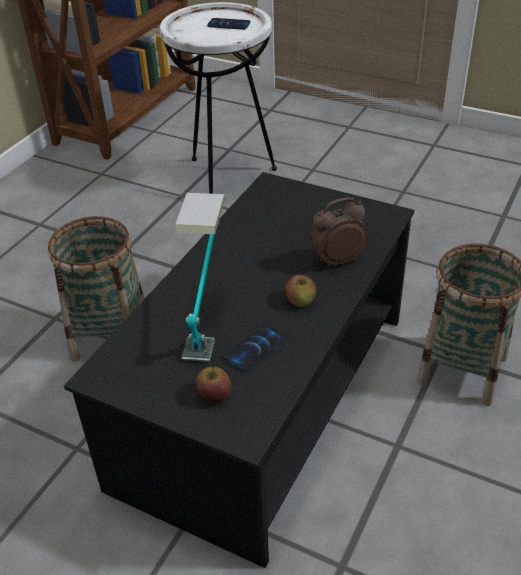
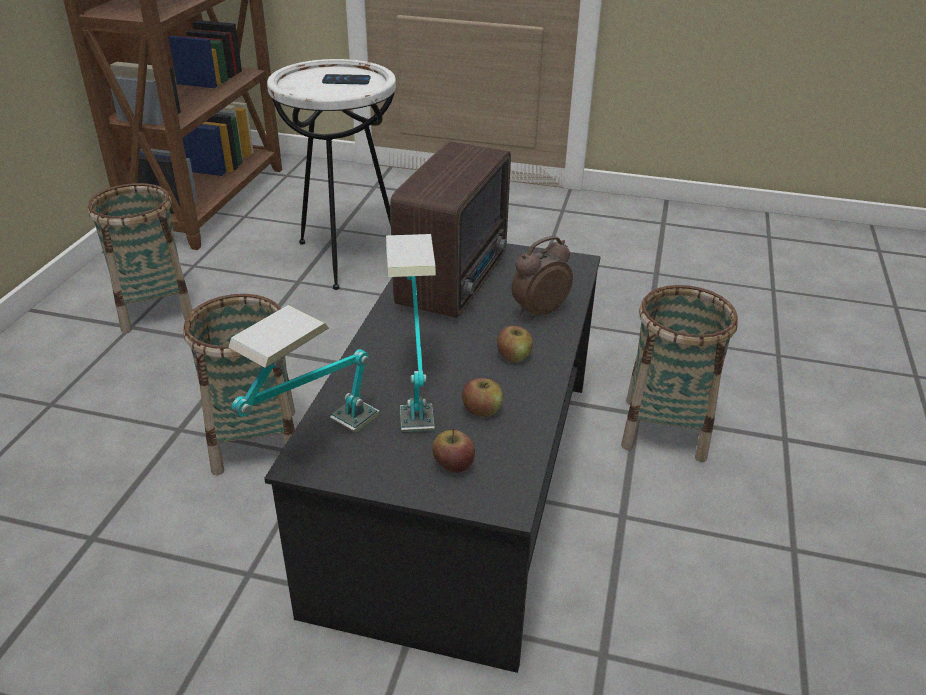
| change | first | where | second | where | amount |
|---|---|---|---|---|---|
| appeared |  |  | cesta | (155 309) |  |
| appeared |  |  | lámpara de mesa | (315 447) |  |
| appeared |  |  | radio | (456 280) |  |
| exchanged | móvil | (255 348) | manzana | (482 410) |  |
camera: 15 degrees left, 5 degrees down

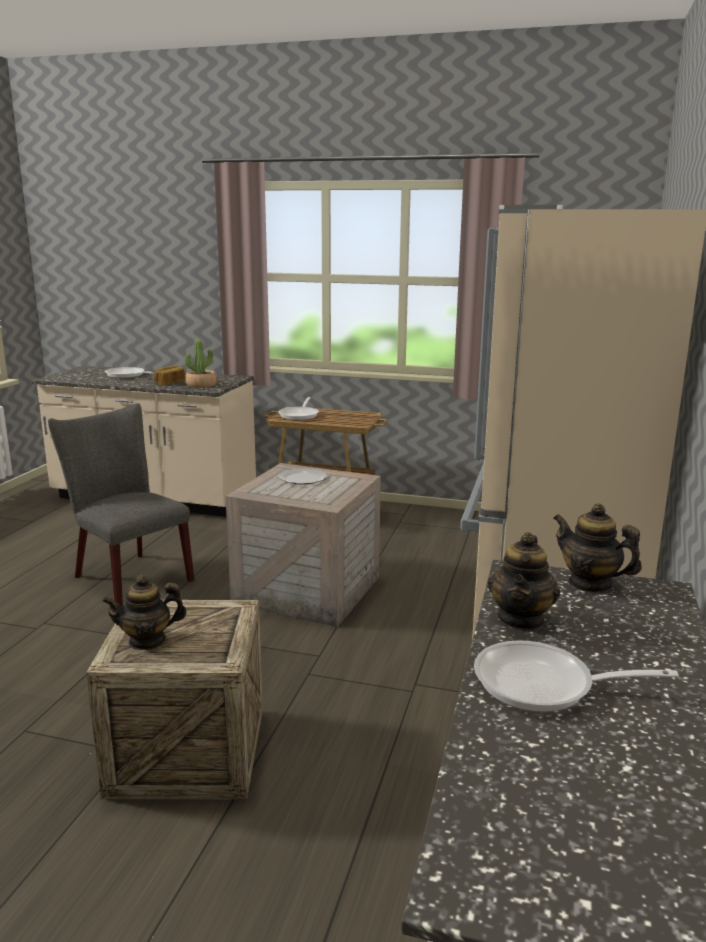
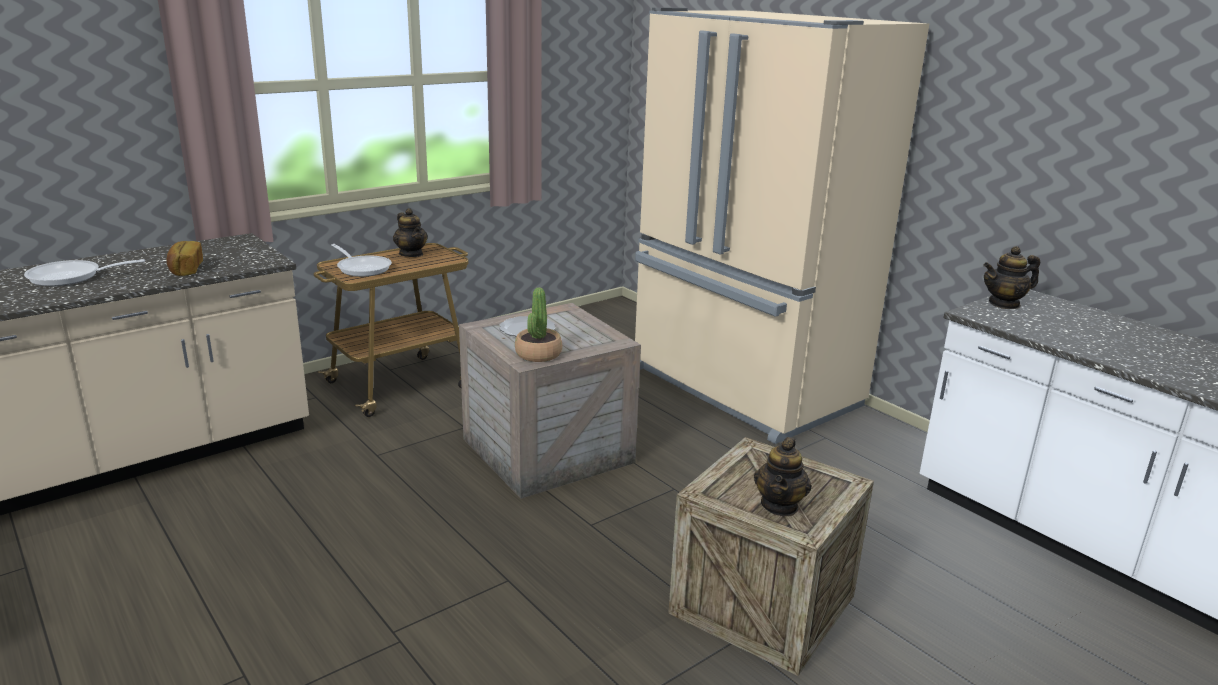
| change | first | where | second | where | amount |
|---|---|---|---|---|---|
| relocated | tetera | (521 619) |  | (411 254) |  |
| relocated | planta en maceta | (201 385) |  | (538 354) |  |
| missing | silla [gris] | (127 577) |  |  |  |
| missing | sartén | (544 685) |  |  |  |
camera: 55 degrees left, 5 degrees up

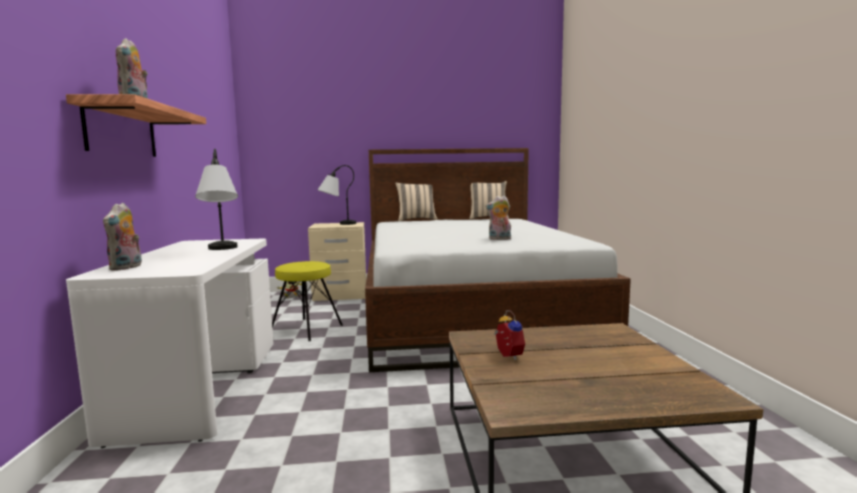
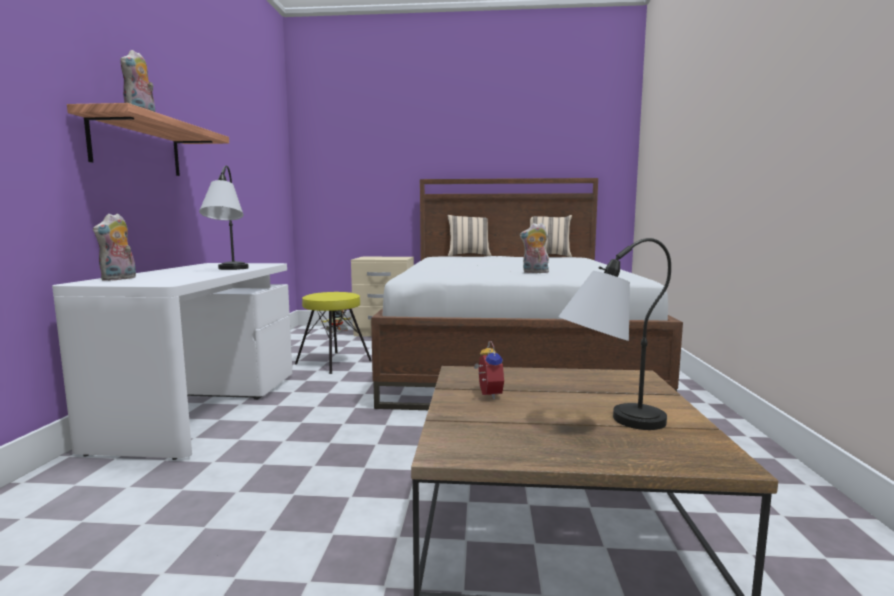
| change | first | where | second | where | amount |
|---|---|---|---|---|---|
| relocated | lámpara de mesa | (337 224) |  | (608 423) |  |
camera: 10 degrees right, 0 degrees up

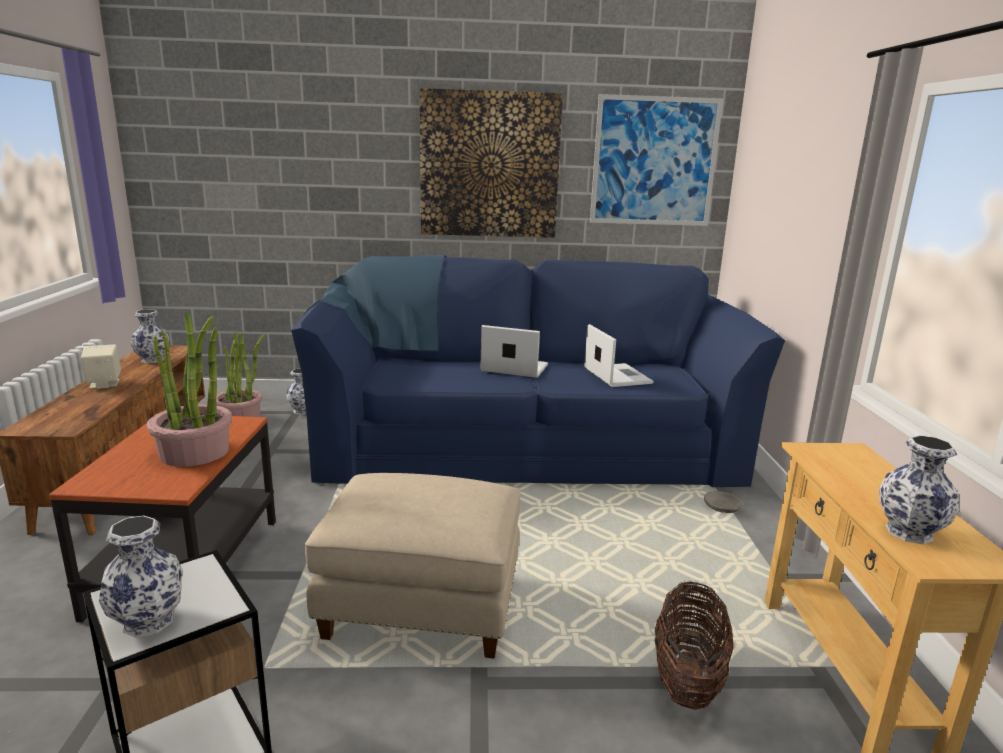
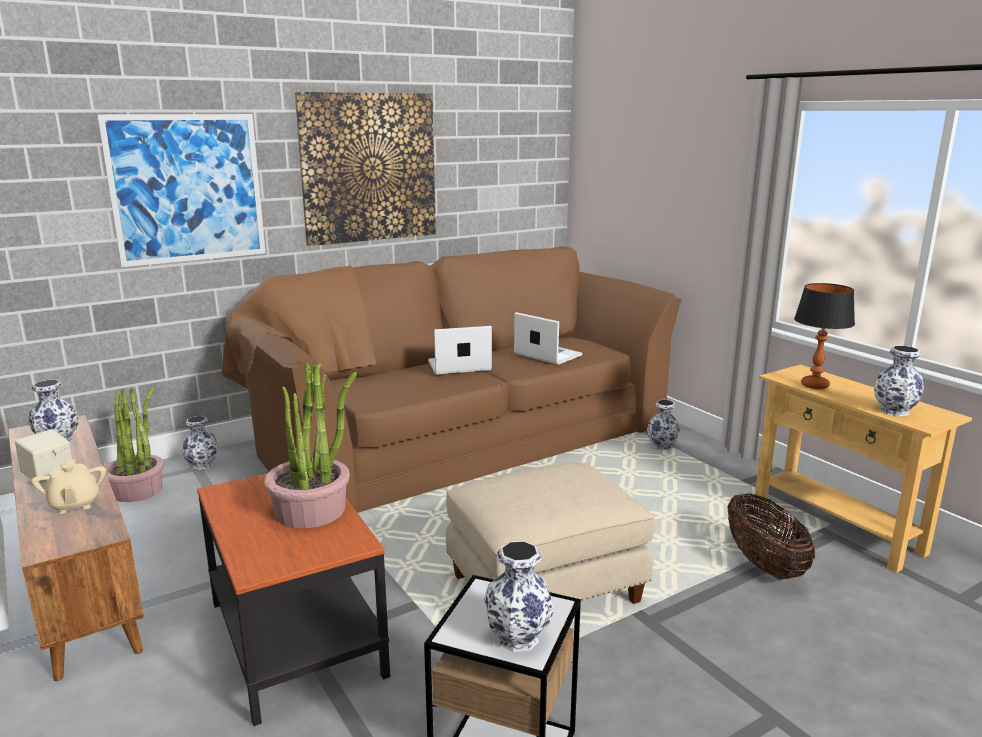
| change | first | where | second | where | amount |
|---|---|---|---|---|---|
| appeared |  |  | tetera [beis] | (74 504) |  |
| relocated | cuadro | (654 162) |  | (187 189) |  |
| colour | sofá [azul] | (524 441) | sofá [marrón] | (459 436) |  |
| exchanged | cuenco [gris] | (722 508) | florero | (662 446) |  |
| appeared |  |  | lámpara de mesa | (815 385) |  |
camera: 30 degrees left, 0 degrees up

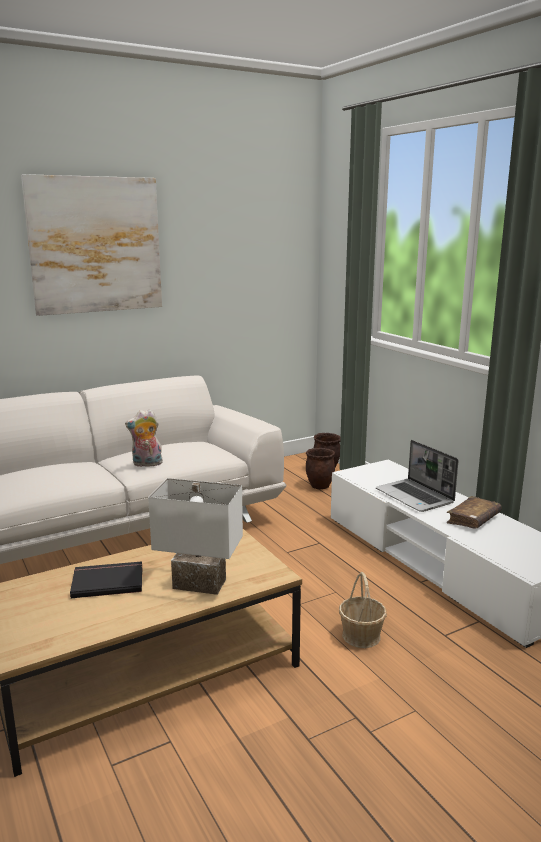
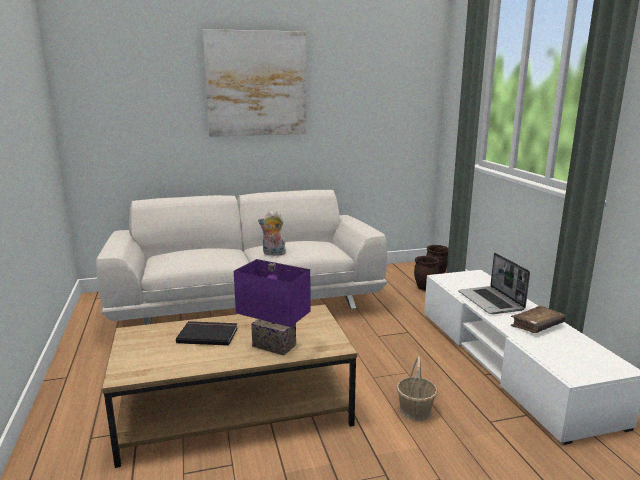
| change | first | where | second | where | amount |
|---|---|---|---|---|---|
| colour | lámpara de mesa [blanco] | (198 585) | lámpara de mesa [morado] | (272 346) |  |
camera: 15 degrees right, 0 degrees up

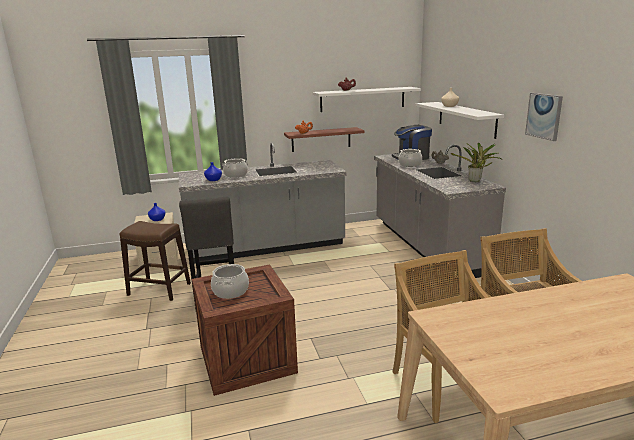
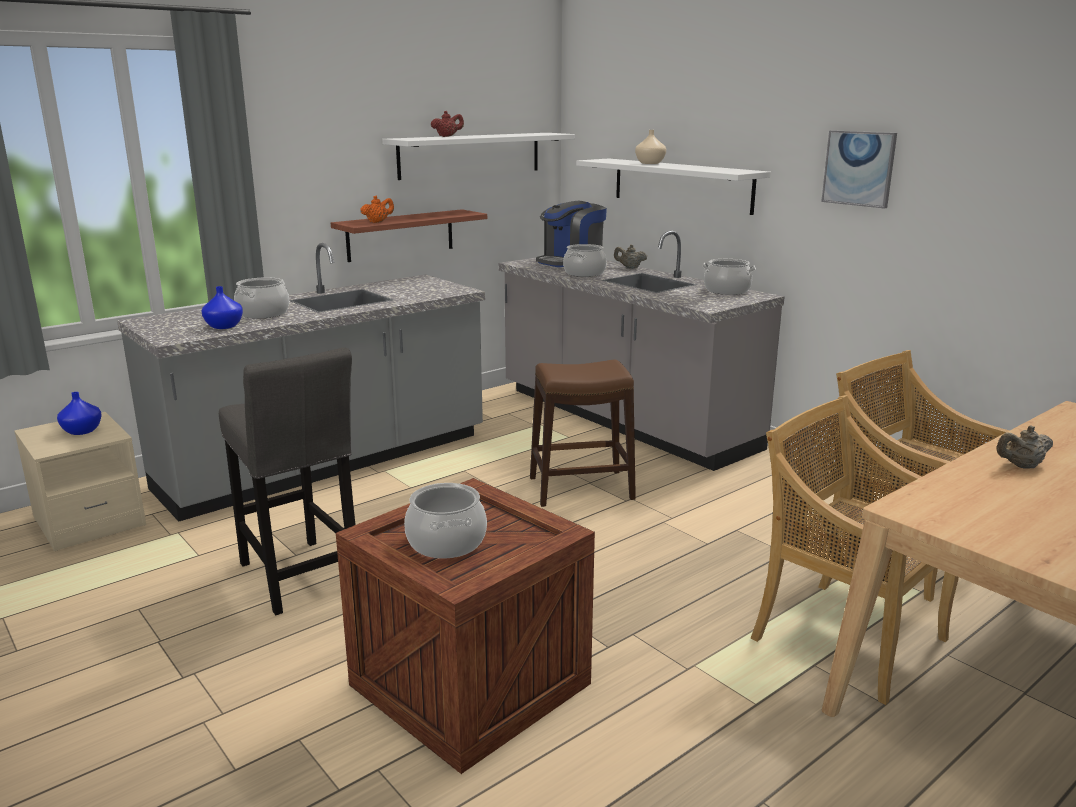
| change | first | where | second | where | amount |
|---|---|---|---|---|---|
| relocated | taburete [marrón] | (159 289) |  | (580 488) |  |
| exchanged | planta en maceta | (475 181) | olla | (727 290) |  |
| appeared |  |  | tetera [beis] | (1021 466) |  |
camera: 25 degrees left, 0 degrees up

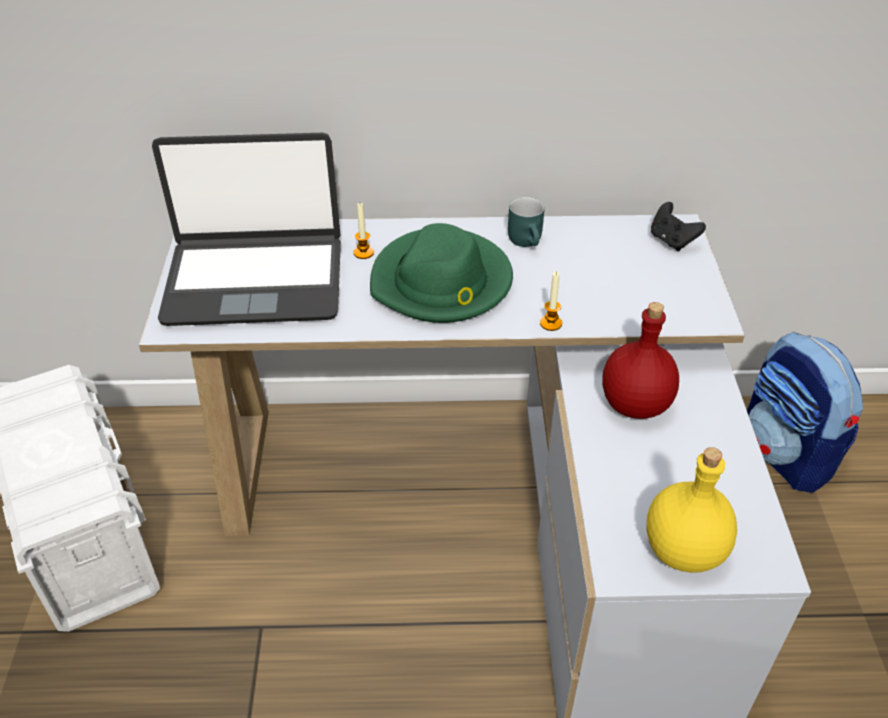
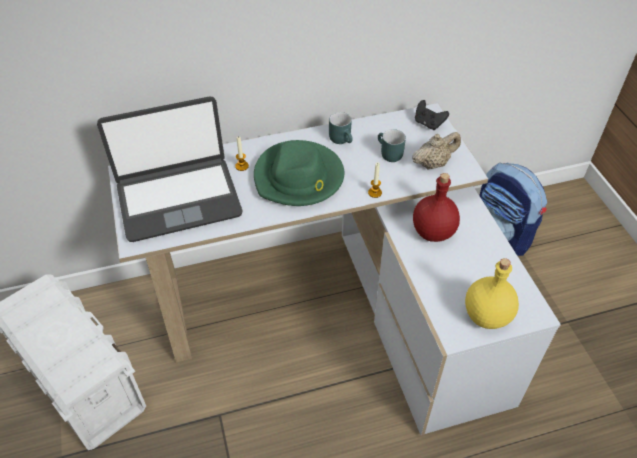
| change | first | where | second | where | amount |
|---|---|---|---|---|---|
| appeared |  |  | taza grande [turquesa] | (388 154) |  |
| appeared |  |  | tetera [beis] | (433 164) |  |
camera: 15 degrees left, 5 degrees up

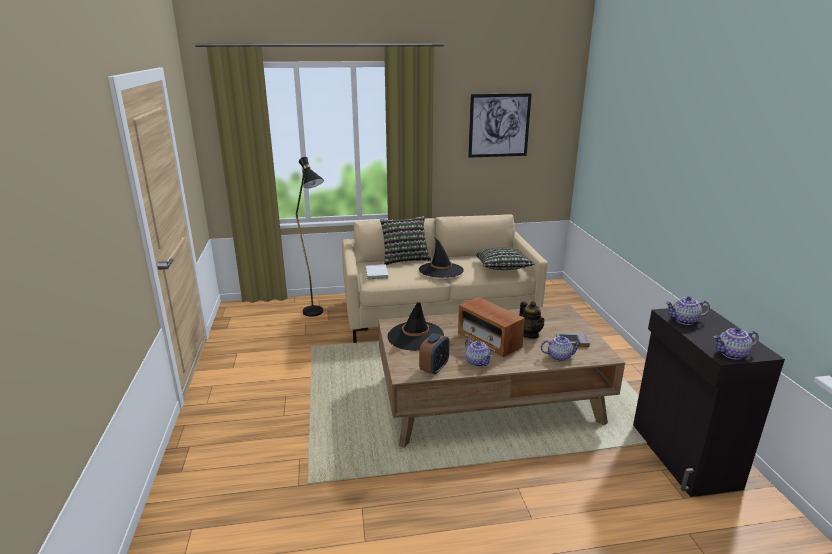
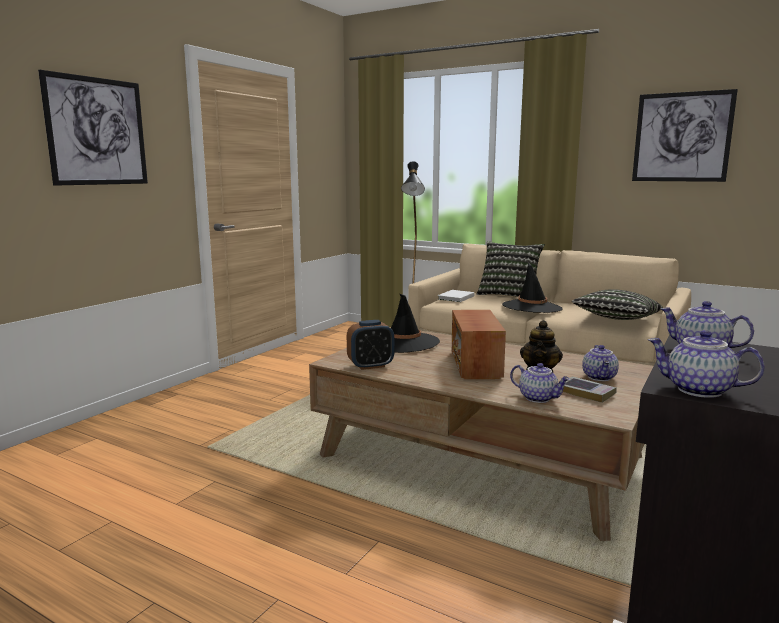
| change | first | where | second | where | amount |
|---|---|---|---|---|---|
| appeared |  |  | cuadro | (97 131) |  |
| relocated | tetera | (478 362) |  | (600 377) |  |
camera: 40 degrees right, 10 degrees down

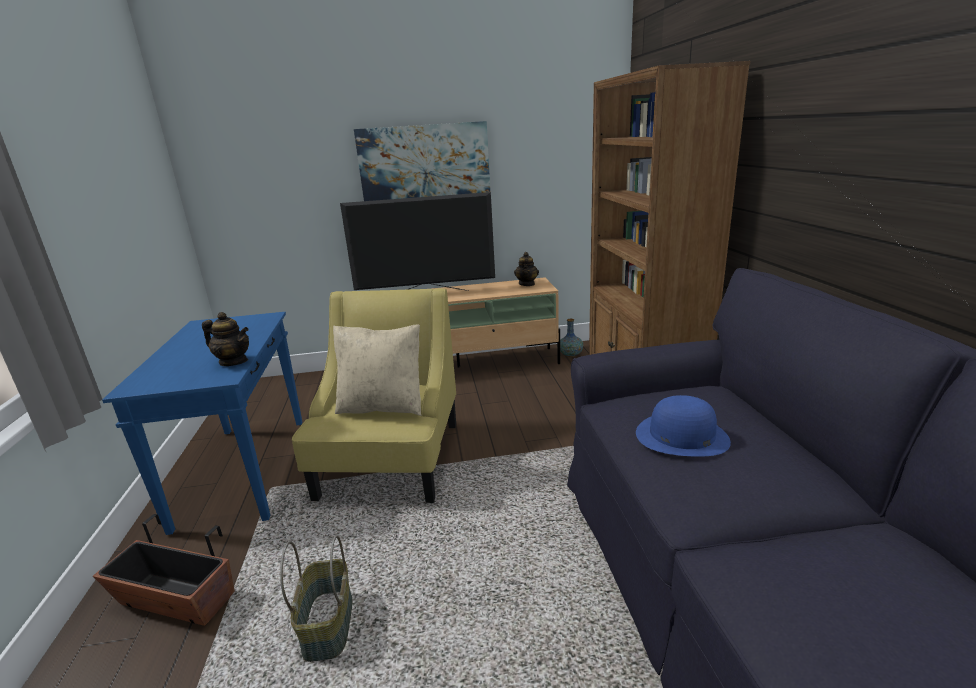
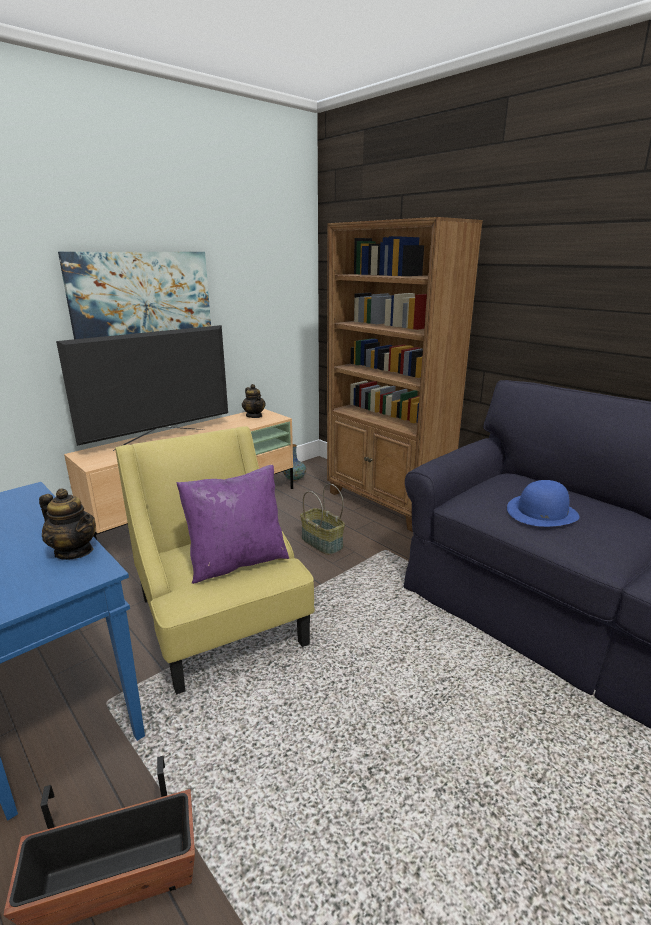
| change | first | where | second | where | amount |
|---|---|---|---|---|---|
| spun | tetera | (234 362) |  | (74 551) | 45 degrees clockwise |
| colour | cojín [beis] | (382 407) | cojín [morado] | (237 561) |  |
| relocated | cesta | (327 625) |  | (321 543) |  |
camera: 35 degrees left, 0 degrees up

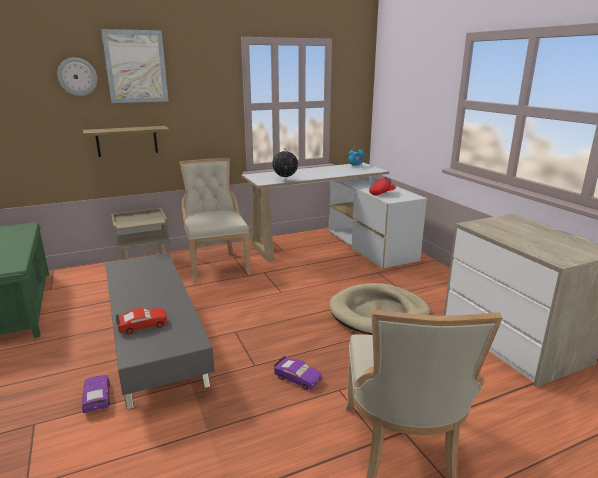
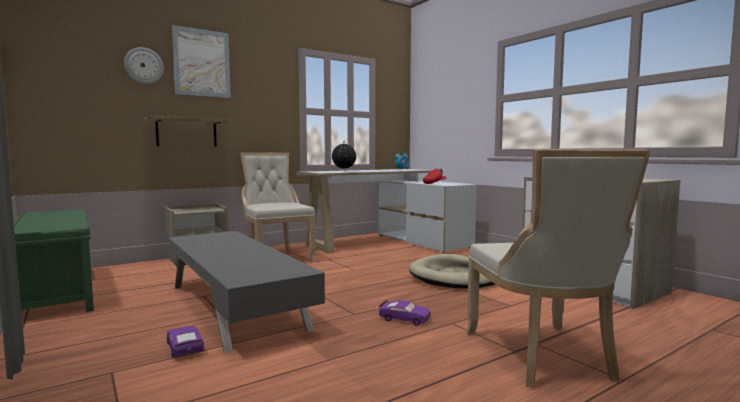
| change | first | where | second | where | amount |
|---|---|---|---|---|---|
| missing | coche de juguete [rojo] | (142 325) |  |  |  |
camera: 10 degrees left, 15 degrees down

